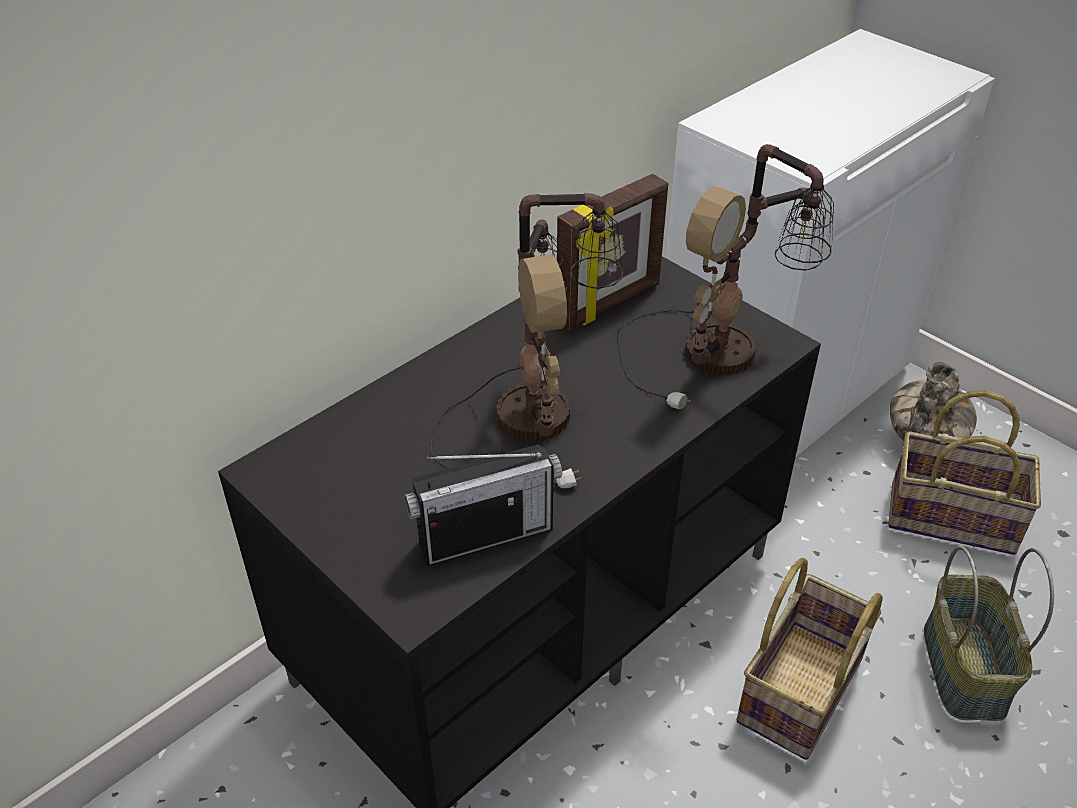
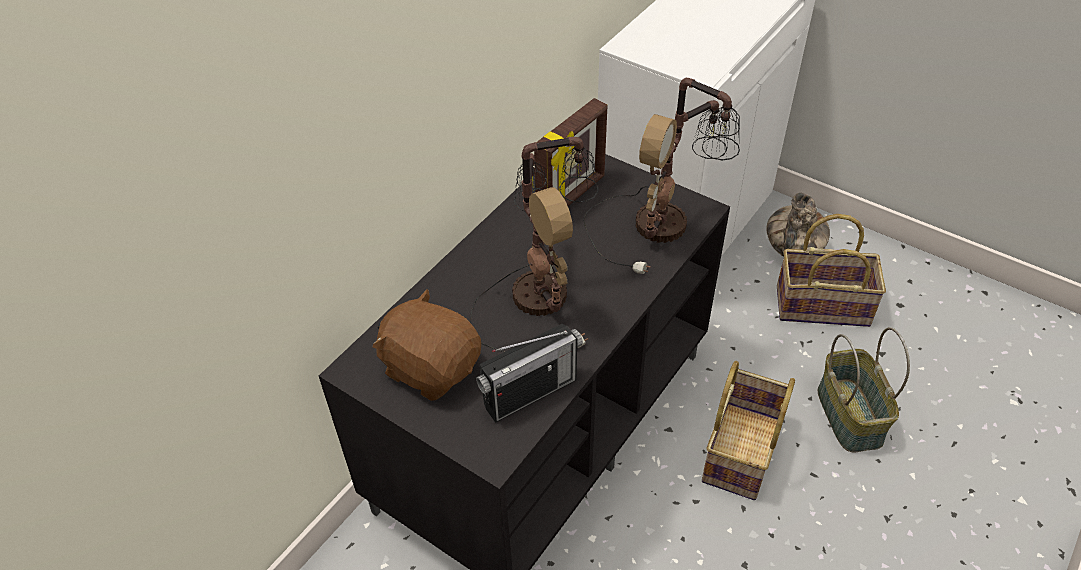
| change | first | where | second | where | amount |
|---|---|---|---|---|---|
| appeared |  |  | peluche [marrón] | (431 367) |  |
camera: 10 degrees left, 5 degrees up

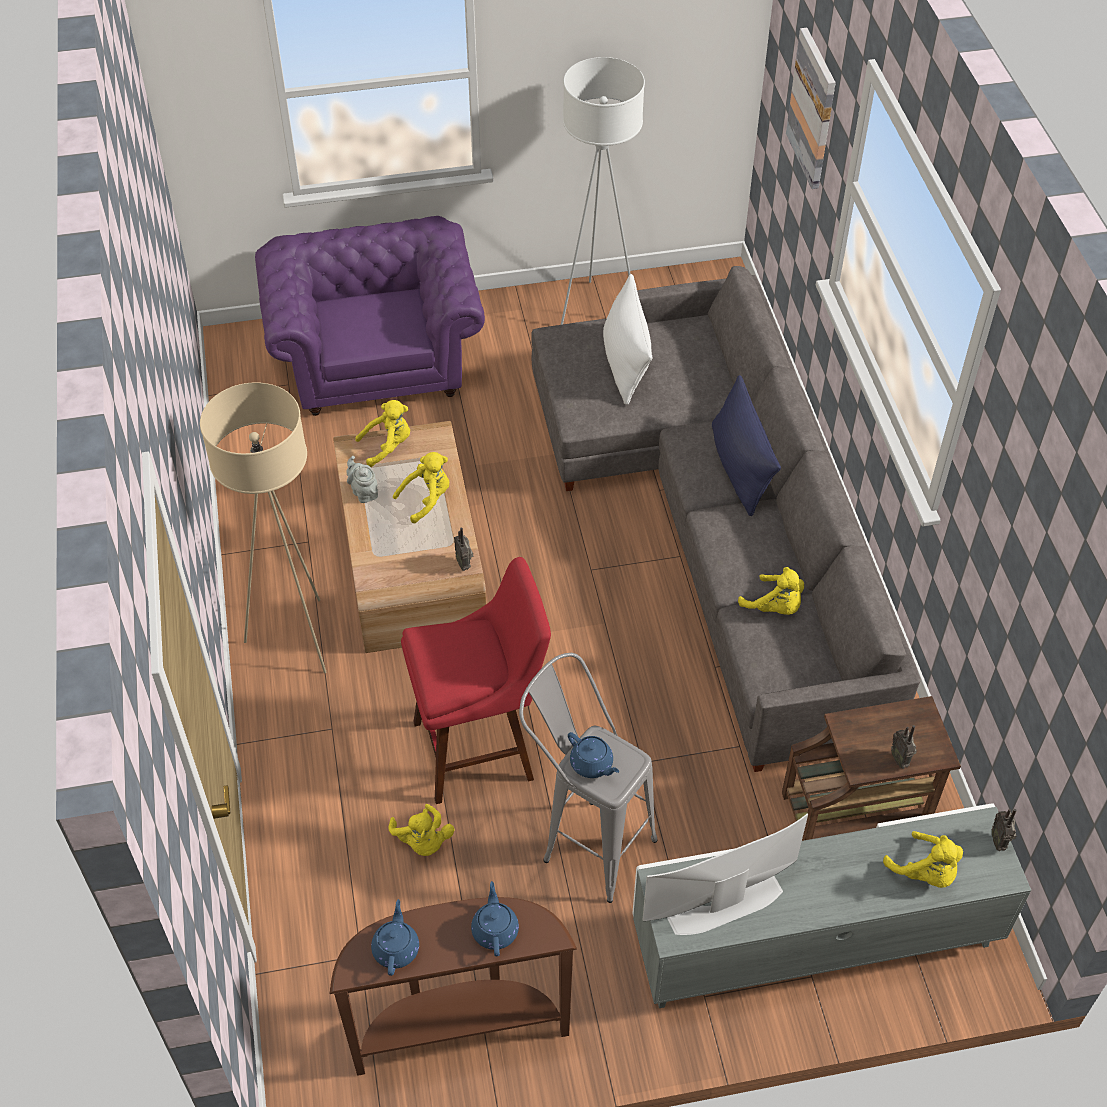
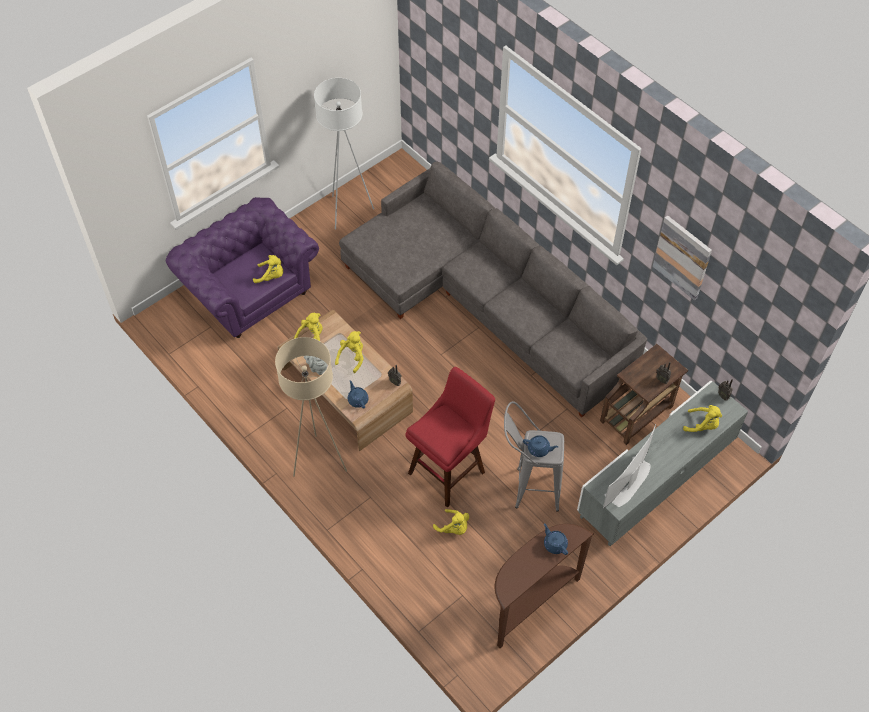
| change | first | where | second | where | amount |
|---|---|---|---|---|---|
| relocated | peluche [amarillo] | (775 607) |  | (271 276) |  |
| relocated | tetera [azul] | (396 948) |  | (358 400) |  |
| relocated | cuadro | (813 108) |  | (682 257) |  |
| missing | cojín [blanco] | (625 361) |  |  |  |
| missing | cojín [azul] | (739 467) |  |  |  |
camera: 30 degrees left, 5 degrees up

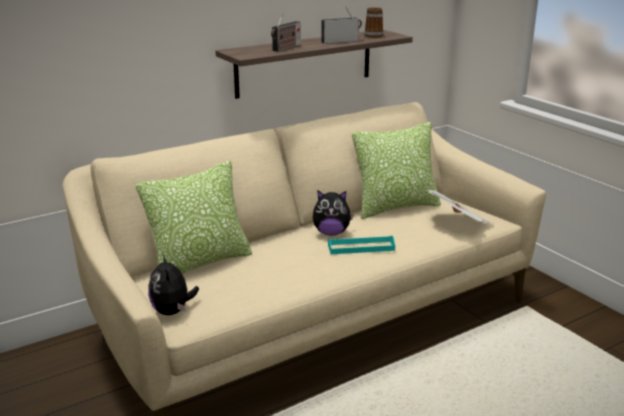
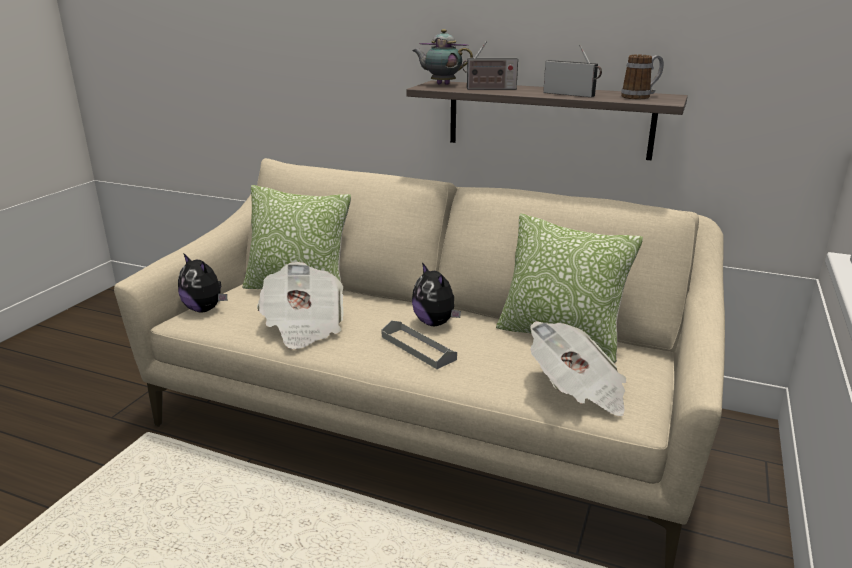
| change | first | where | second | where | amount |
|---|---|---|---|---|---|
| spun | peluche | (173 311) |  | (205 309) | 90 degrees counterclockwise |
| appeared |  |  | periódico | (303 326) |  |
| colour | bandeja [turquesa] | (361 247) | bandeja [gris] | (418 348) |  |
| appeared |  |  | tetera | (441 84) |  |
camera: 55 degrees right, 0 degrees up

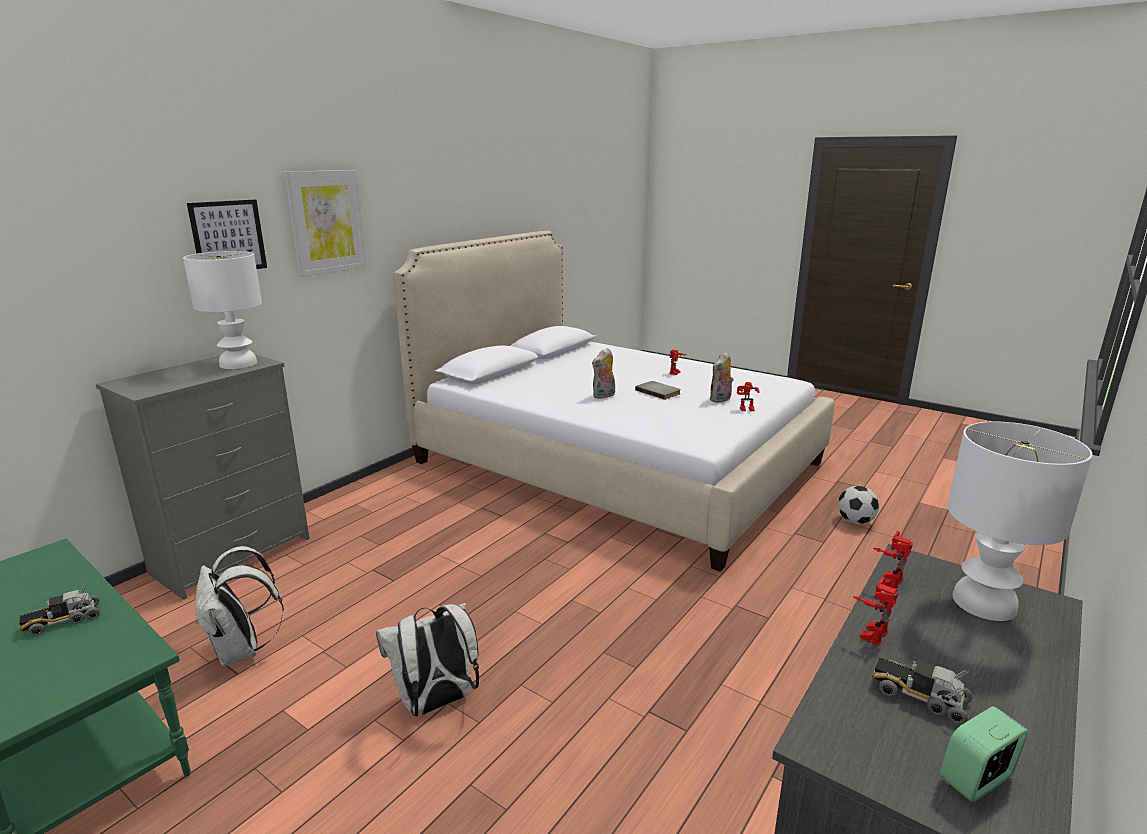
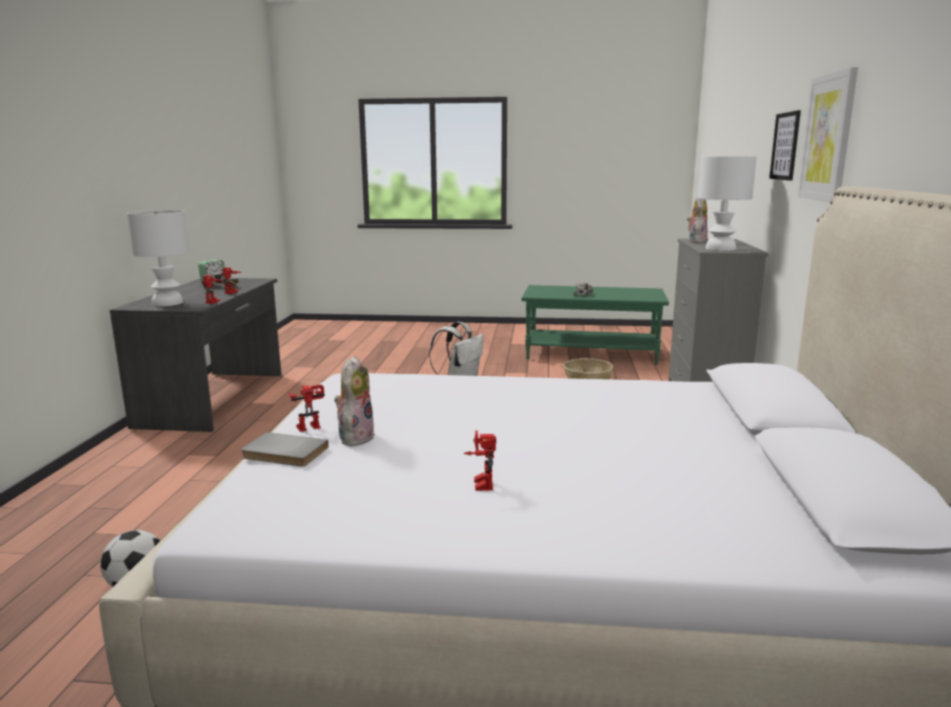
| change | first | where | second | where | amount |
|---|---|---|---|---|---|
| relocated | libro [gris] | (659 391) |  | (283 453) |  |
| exchanged | mochila [blanco] | (241 650) | cesta | (587 378) |  |
| relocated | peluche | (604 396) |  | (696 241) |  |
camera: 150 degrees right, 5 degrees down

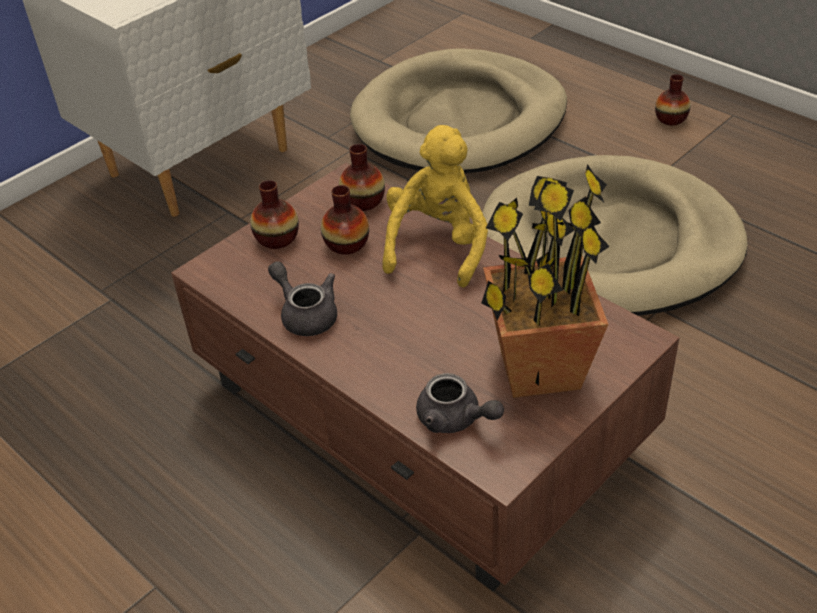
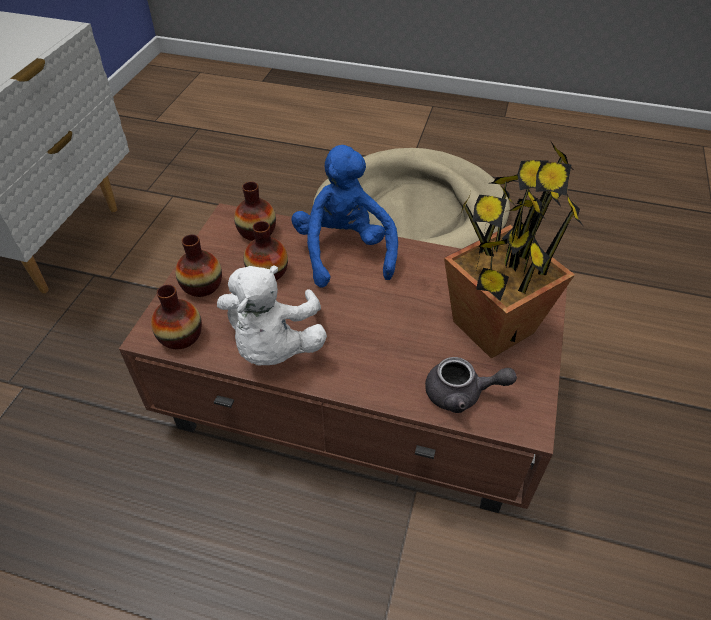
| change | first | where | second | where | amount |
|---|---|---|---|---|---|
| relocated | florero | (670 119) |  | (180 336) |  |
| exchanged | tetera [gris] | (306 314) | peluche [blanco] | (274 346) |  |
| colour | peluche [amarillo] | (438 245) | peluche [azul] | (344 251) |  |
| missing | cama para perro [beis] | (460 120) |  |  |  |
camera: 30 degrees left, 5 degrees up

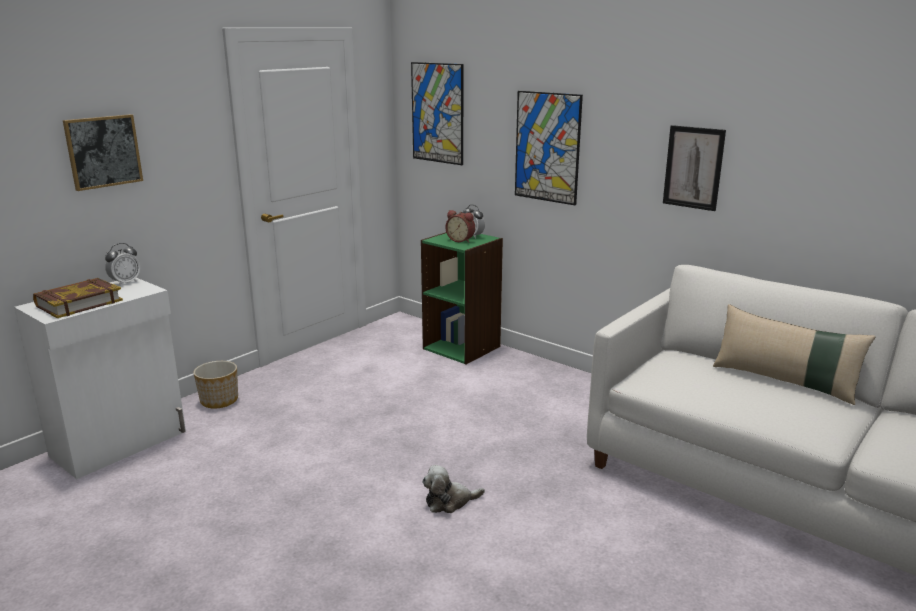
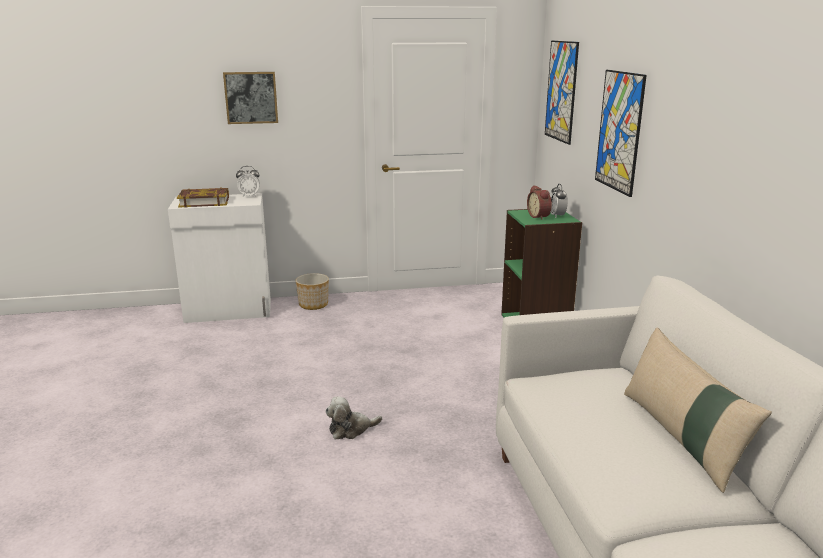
| change | first | where | second | where | amount |
|---|---|---|---|---|---|
| spun | peluche | (449 502) |  | (351 429) | 45 degrees counterclockwise |
| missing | cuadro | (693 167) |  |  |  |
camera: 40 degrees right, 0 degrees up

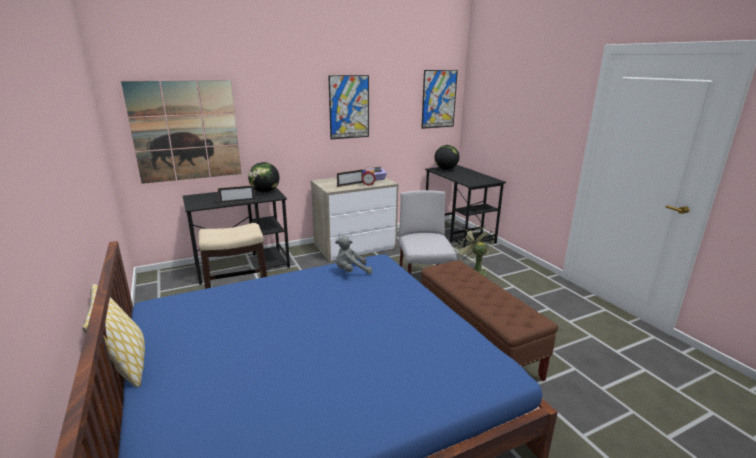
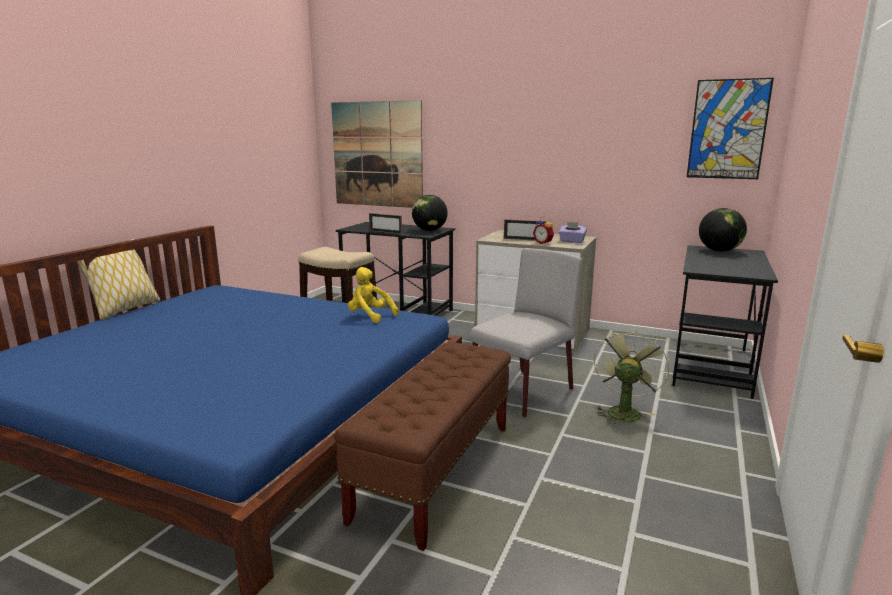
| change | first | where | second | where | amount |
|---|---|---|---|---|---|
| colour | peluche [gris] | (351 271) | peluche [amarillo] | (370 316) |  |
| missing | cuadro | (349 107) |  |  |  |
camera: 50 degrees right, 5 degrees down

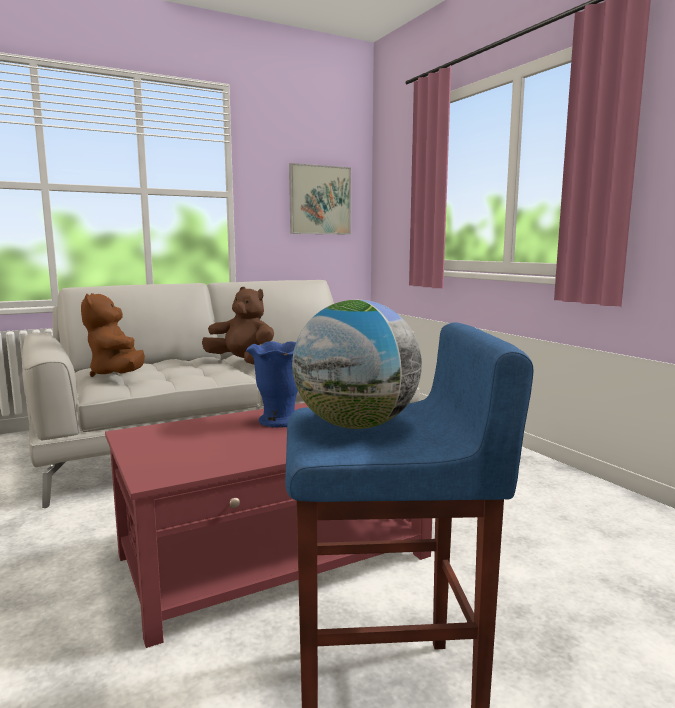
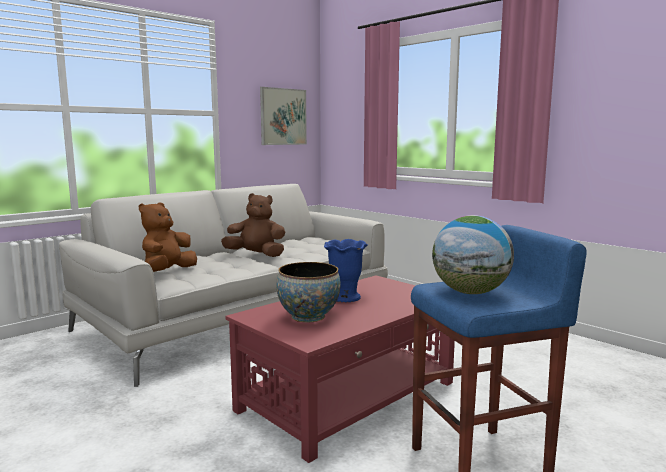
| change | first | where | second | where | amount |
|---|---|---|---|---|---|
| spun | peluche [marrón] | (118 375) |  | (167 272) | 60 degrees clockwise |
| appeared |  |  | cuenco | (308 316) |  |
camera: 15 degrees left, 0 degrees up

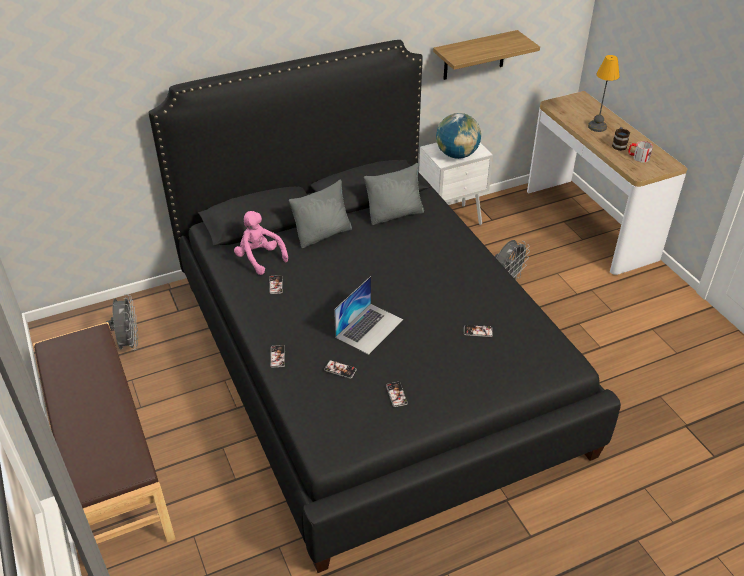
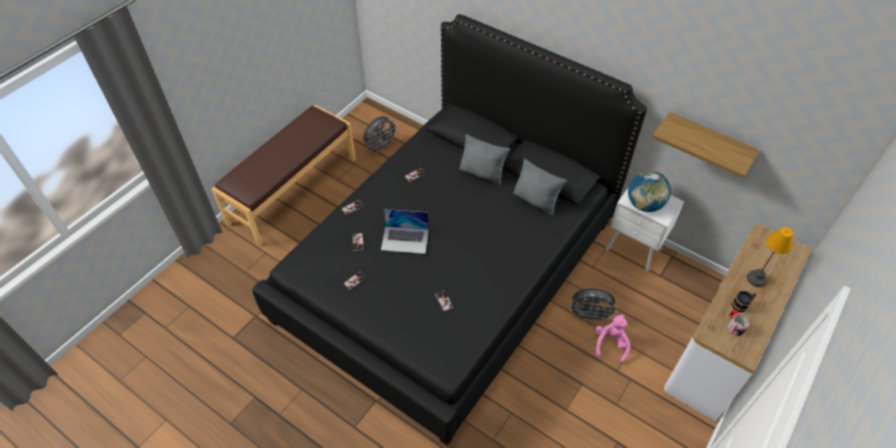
| change | first | where | second | where | amount |
|---|---|---|---|---|---|
| relocated | peluche [rosa] | (259 258) |  | (610 344) |  |
camera: 60 degrees right, 10 degrees up

